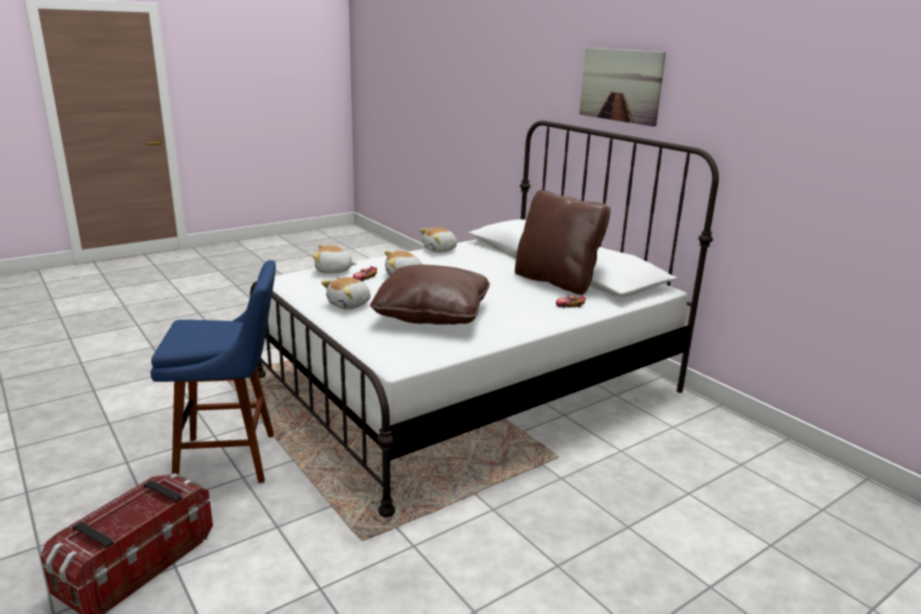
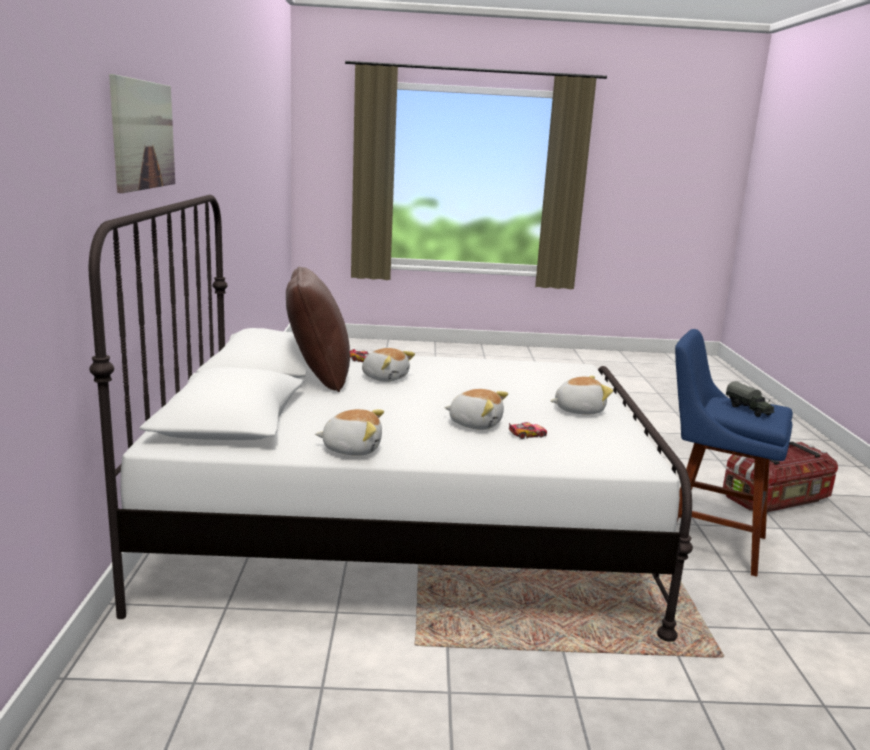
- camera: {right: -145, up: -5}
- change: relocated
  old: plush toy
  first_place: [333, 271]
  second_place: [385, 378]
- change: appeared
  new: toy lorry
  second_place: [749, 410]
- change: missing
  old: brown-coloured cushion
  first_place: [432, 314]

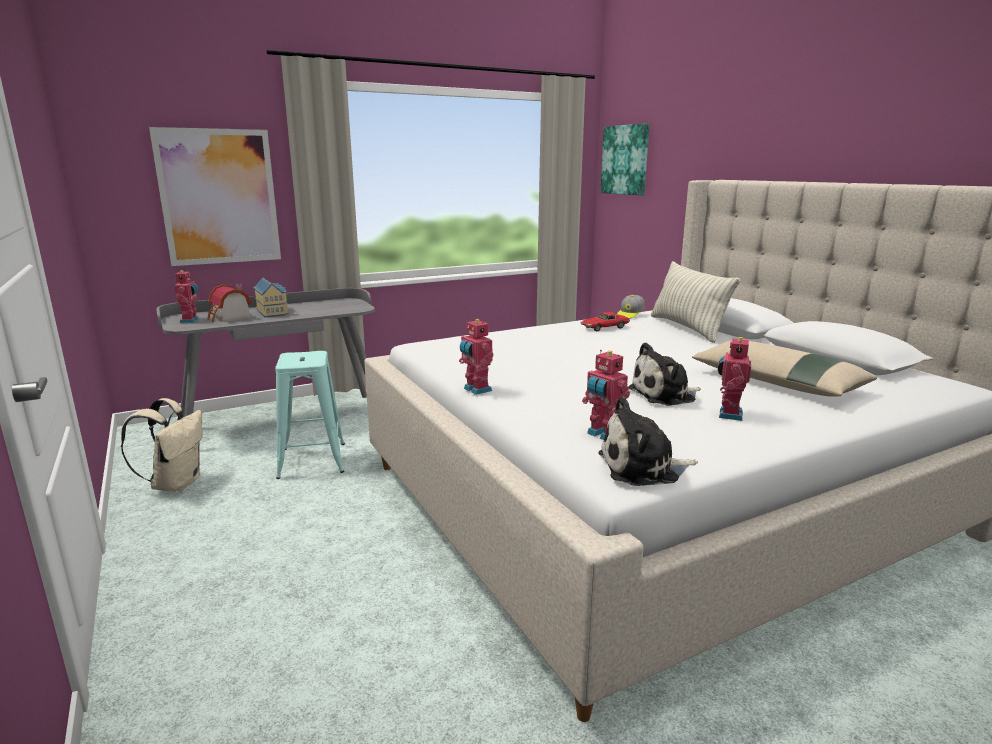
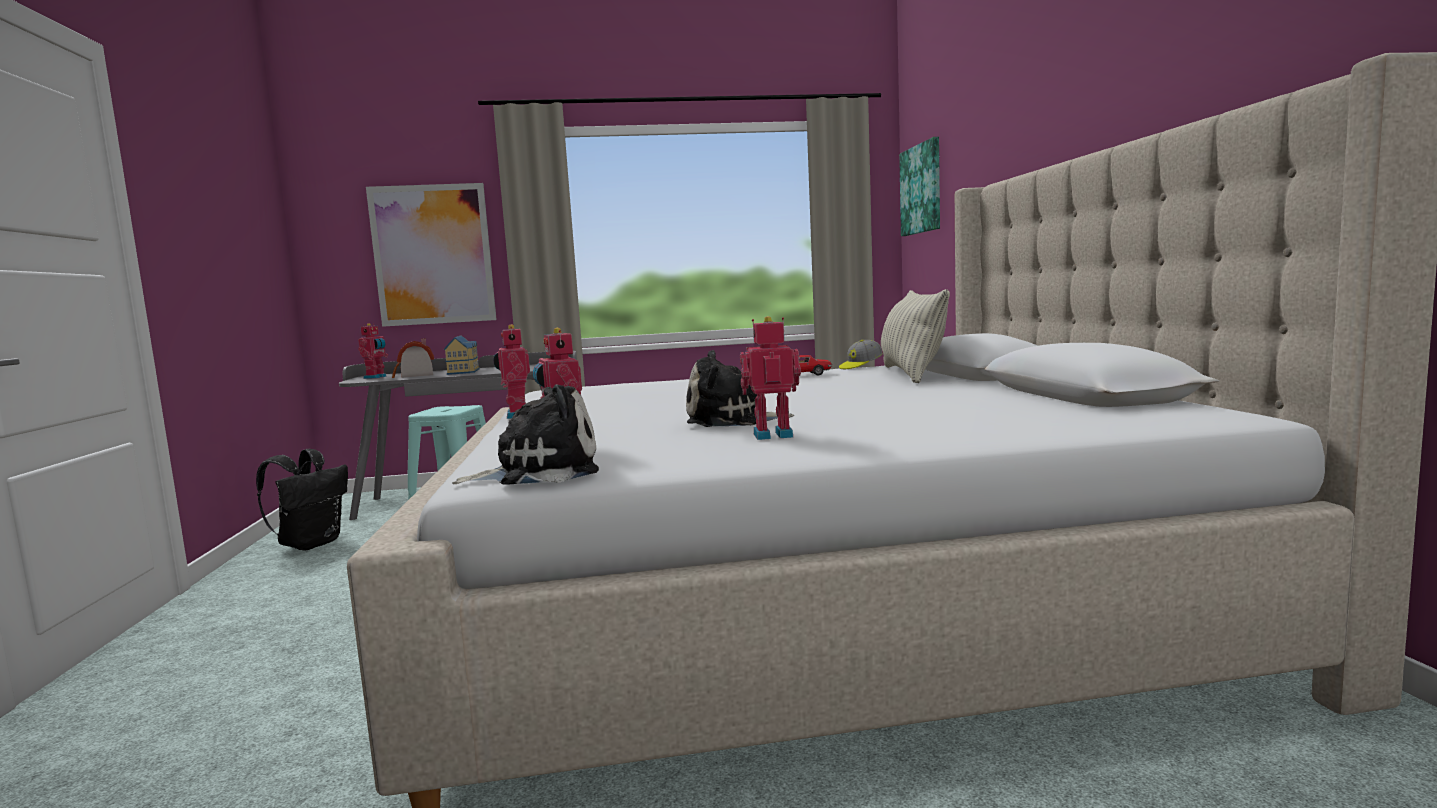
- camera: {right: 20, up: -10}
- change: colour
  old: sand-coloured rucksack
  new: black rucksack
  first_place: [176, 484]
  second_place: [311, 544]
- change: spun
  old: plush toy
  first_place: [643, 468]
  second_place: [540, 472]
  degrees: 150
- change: spun
  old: model robot
  first_place: [728, 414]
  second_place: [772, 435]
  degrees: 45
- change: missing
  old: sand-coloured cushion
  first_place: [777, 382]

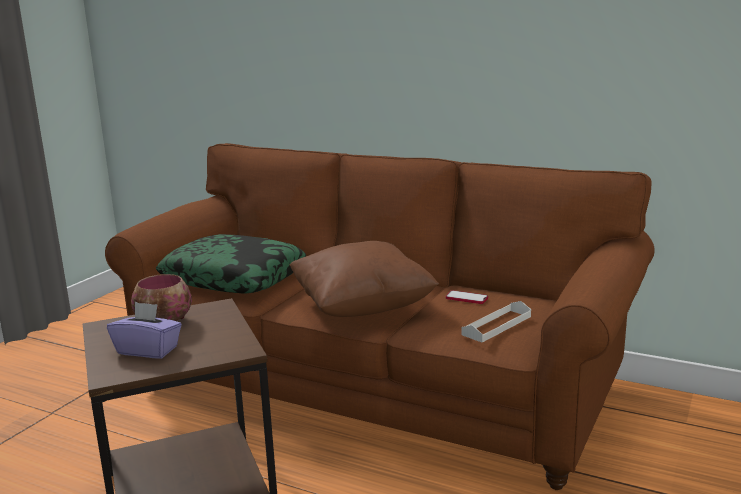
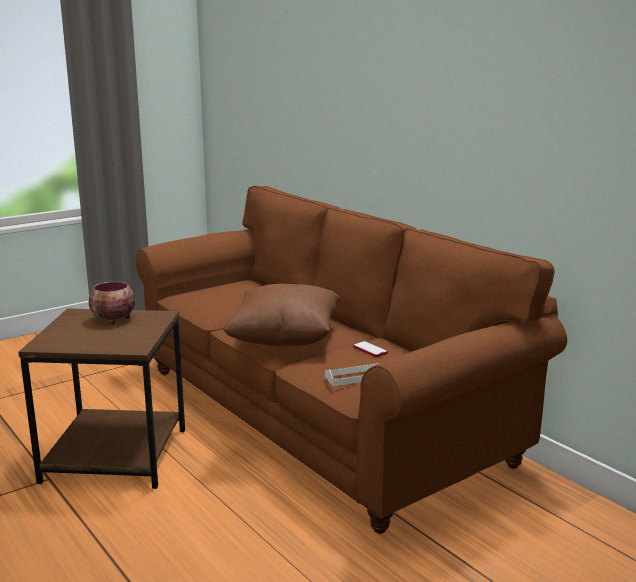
- camera: {right: 25, up: 0}
- change: missing
  old: purple box of tissues
  first_place: [148, 350]
- change: missing
  old: cushion
  first_place: [234, 277]

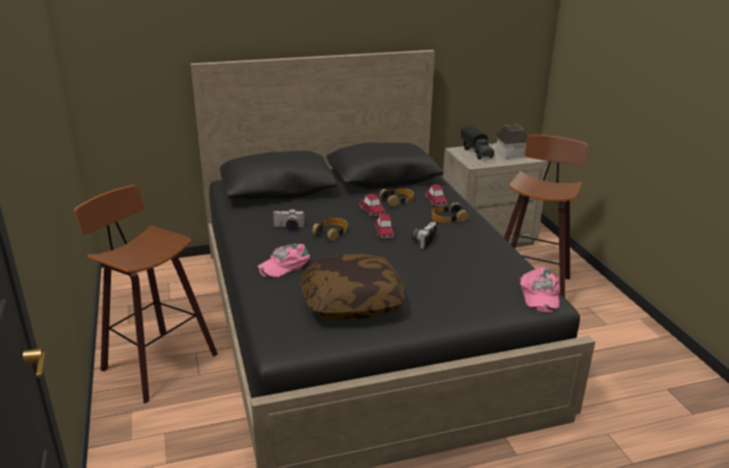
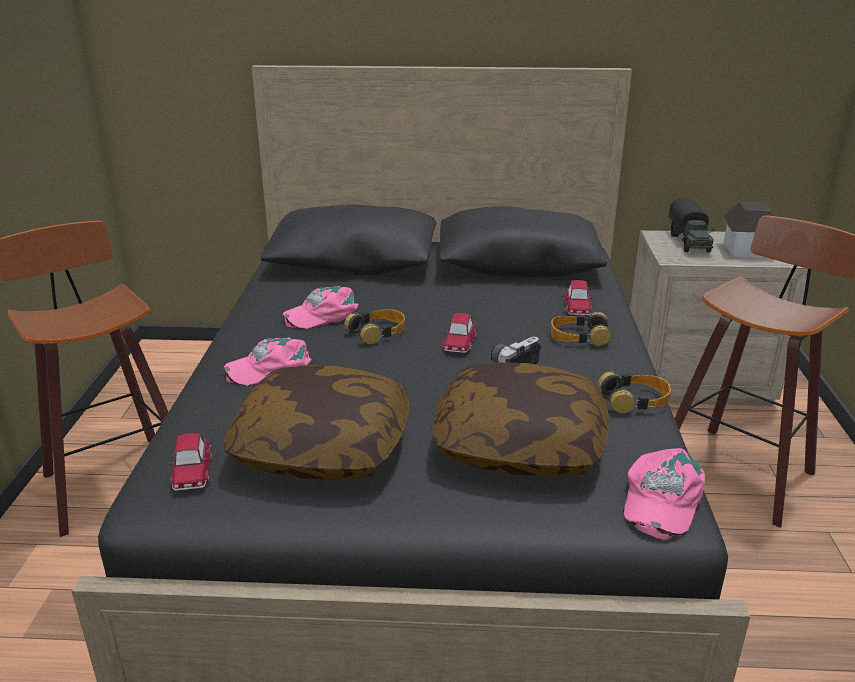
- camera: {right: 20, up: 0}
- change: relocated
  old: toy car
  first_place: [372, 211]
  second_place: [192, 472]
- change: exchanged
  old: still camera
  new: pink-coloured cap
  first_place: [288, 227]
  second_place: [322, 315]
- change: appeared
  new: cushion
  second_place: [519, 444]
- change: relocated
  old: pair of headphones
  first_place: [397, 201]
  second_place: [635, 400]

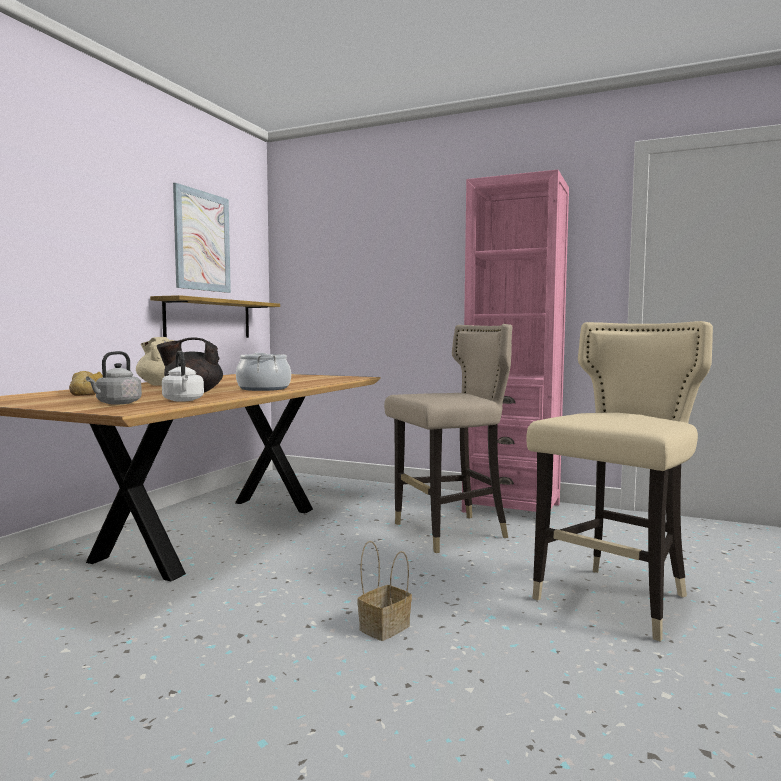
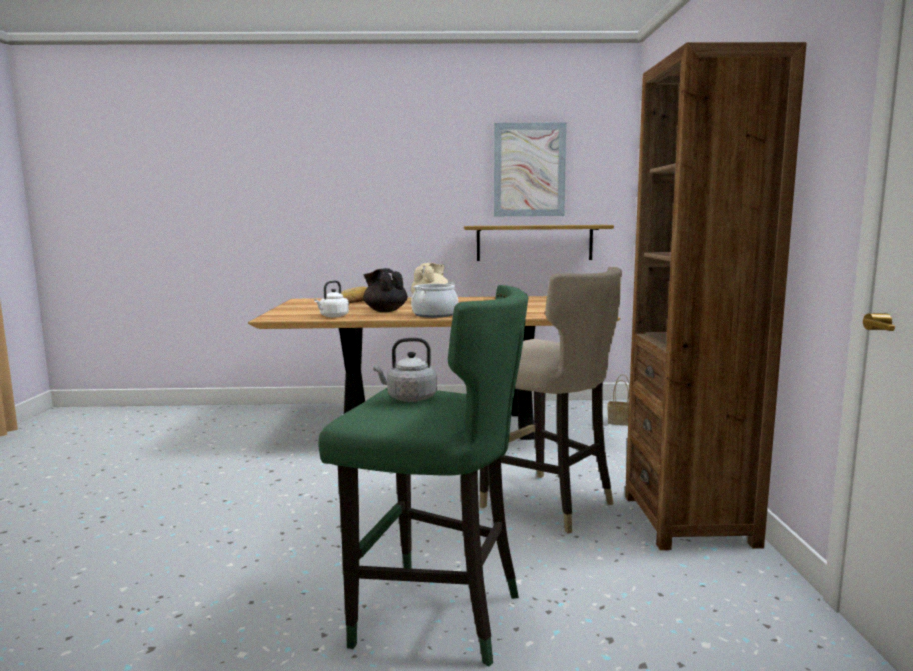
- camera: {right: 65, up: 5}
- change: colour
  old: sand-coloured stool seat
  new: greenish stool seat
  first_place: [615, 601]
  second_place: [435, 615]
- change: relocated
  old: gray kettle
  first_place: [117, 403]
  second_place: [408, 398]
- change: relocated
  old: basket
  first_place: [385, 627]
  second_place: [621, 422]
- change: colour
  old: pink-coloured bookcase
  new: brown-coloured bookcase
  first_place: [511, 507]
  second_place: [689, 520]

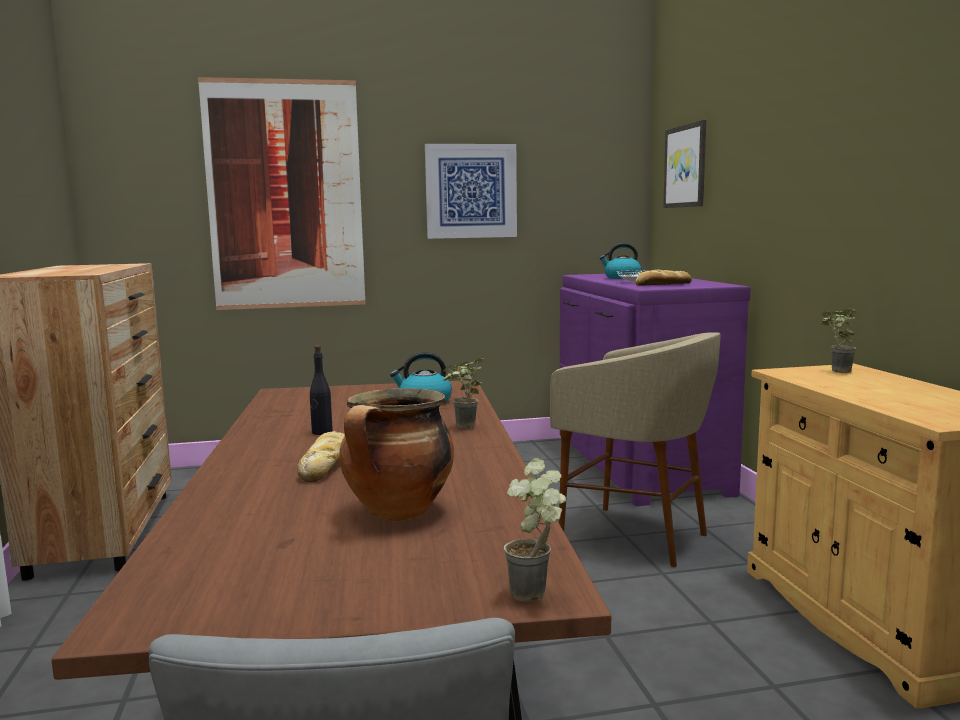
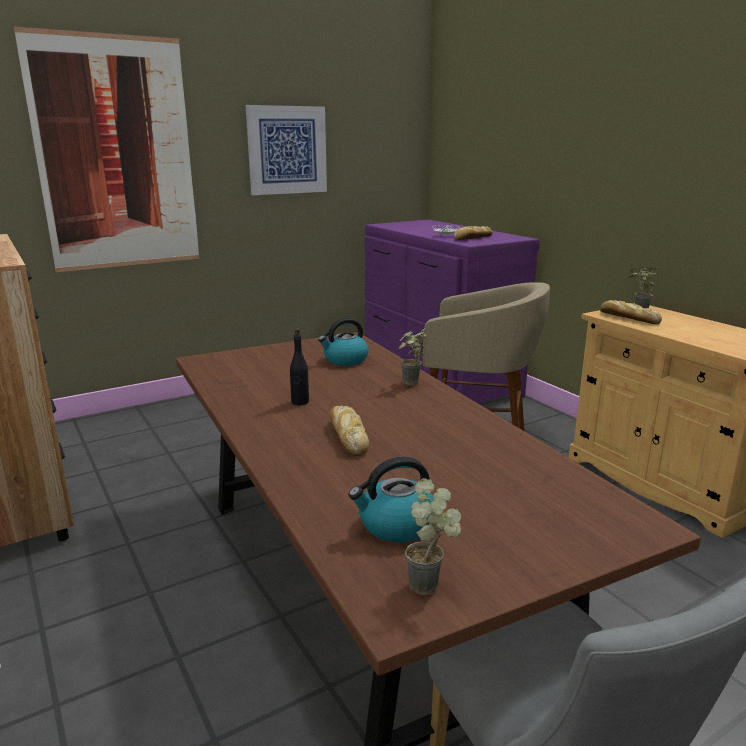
- camera: {right: -20, up: 10}
- change: relocated
  old: kettle
  first_place: [621, 278]
  second_place: [396, 525]
- change: relocated
  old: plant in a pot
  first_place: [538, 596]
  second_place: [432, 586]
- change: appeared
  new: bread
  second_place: [627, 318]
- change: missing
  old: stockpot
  first_place: [398, 513]
- change: missing
  old: picture
  first_place: [686, 166]

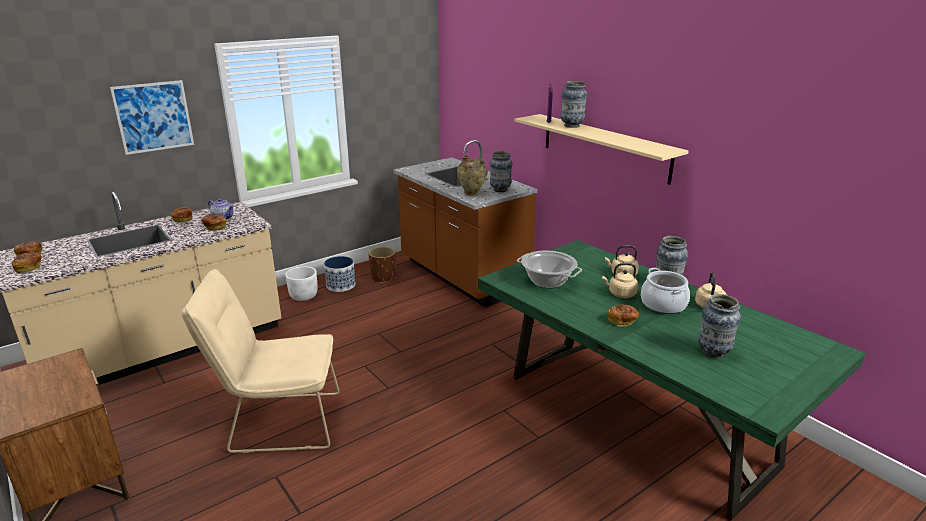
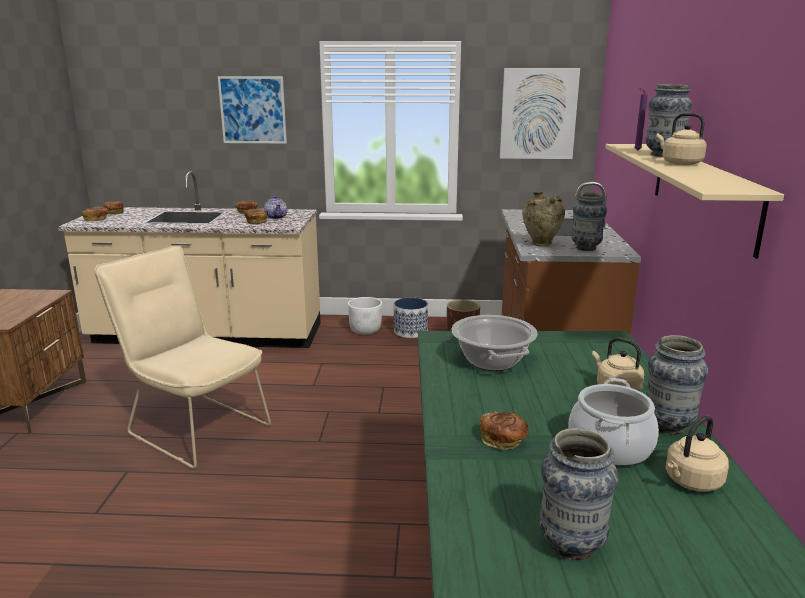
- camera: {right: 40, up: -5}
- change: appeared
  new: picture
  second_place: [538, 114]
- change: relocated
  old: sand-coloured kettle
  first_place: [620, 294]
  second_place: [679, 163]

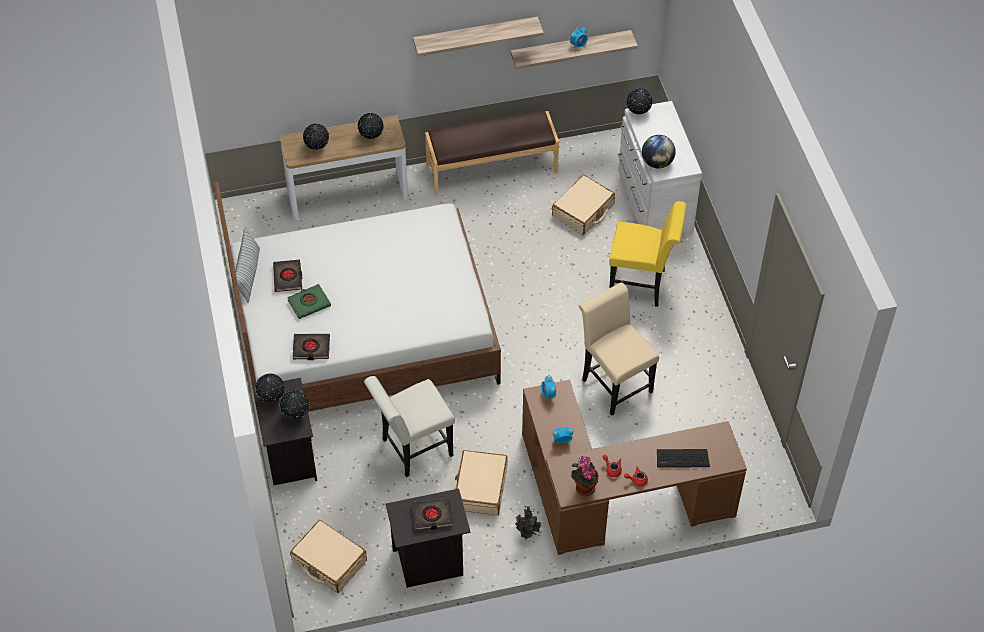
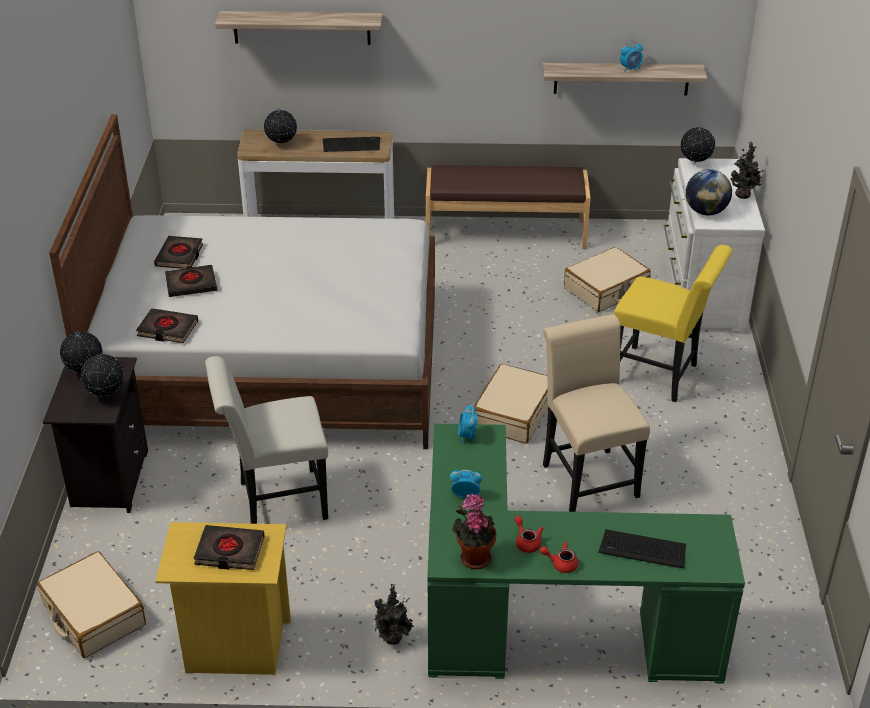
- camera: {right: 15, up: -15}
- change: colour
  old: black bedside table
  new: yellow-coloured bedside table
  first_place: [429, 563]
  second_place: [234, 647]
- change: colour
  old: greenish bound book
  new: black bound book
  first_place: [309, 303]
  second_place: [191, 284]
- change: relocated
  old: wall shelf
  first_place: [475, 36]
  second_place: [301, 27]
- change: exchanged
  old: world globe
  new: keyboard
  first_place: [371, 137]
  second_place: [351, 145]
- change: colour
  old: brown-coloured desk table
  new: greenish desk table
  first_place: [613, 498]
  second_place: [539, 618]
- change: relocated
  old: sand-coloured travel case
  first_place: [480, 488]
  second_place: [512, 413]
- change: appeared
  new: plant in a pot
  second_place: [743, 196]
- change: missing
  old: cushion
  first_place: [248, 274]

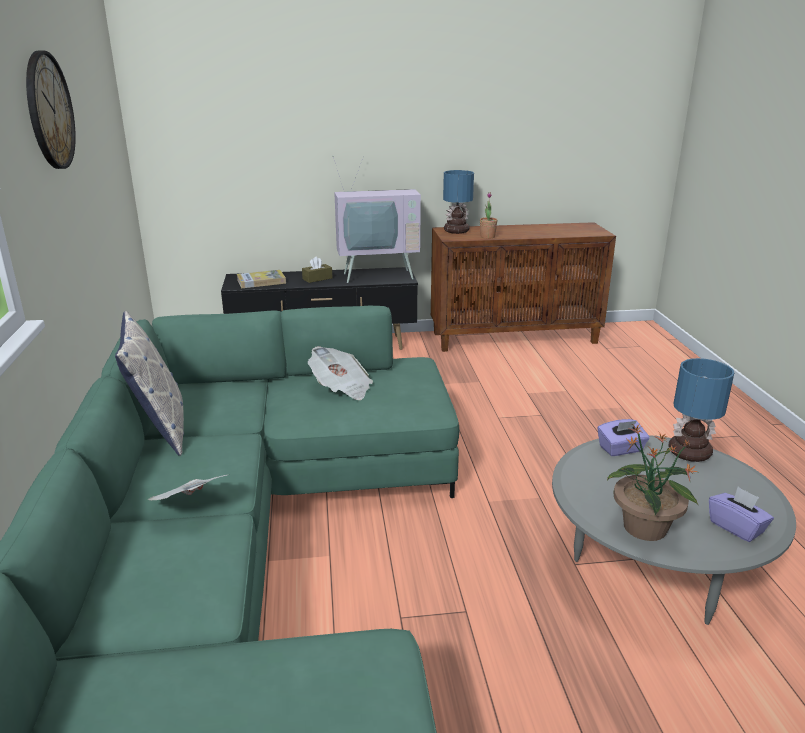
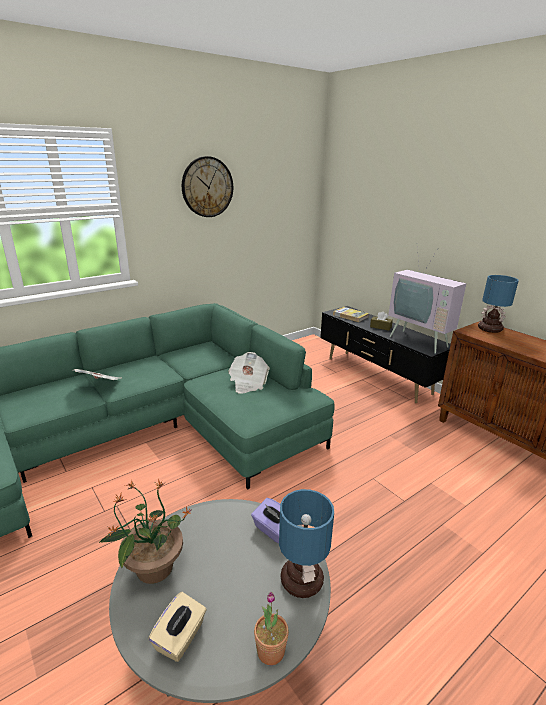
- camera: {right: 60, up: 0}
- change: colour
  old: purple box of tissues
  new: sand-coloured box of tissues
  first_place: [736, 527]
  second_place: [180, 637]
- change: relocated
  old: plant in a pot
  first_place: [487, 236]
  second_place: [270, 651]
- change: missing
  old: cushion
  first_place: [160, 429]

